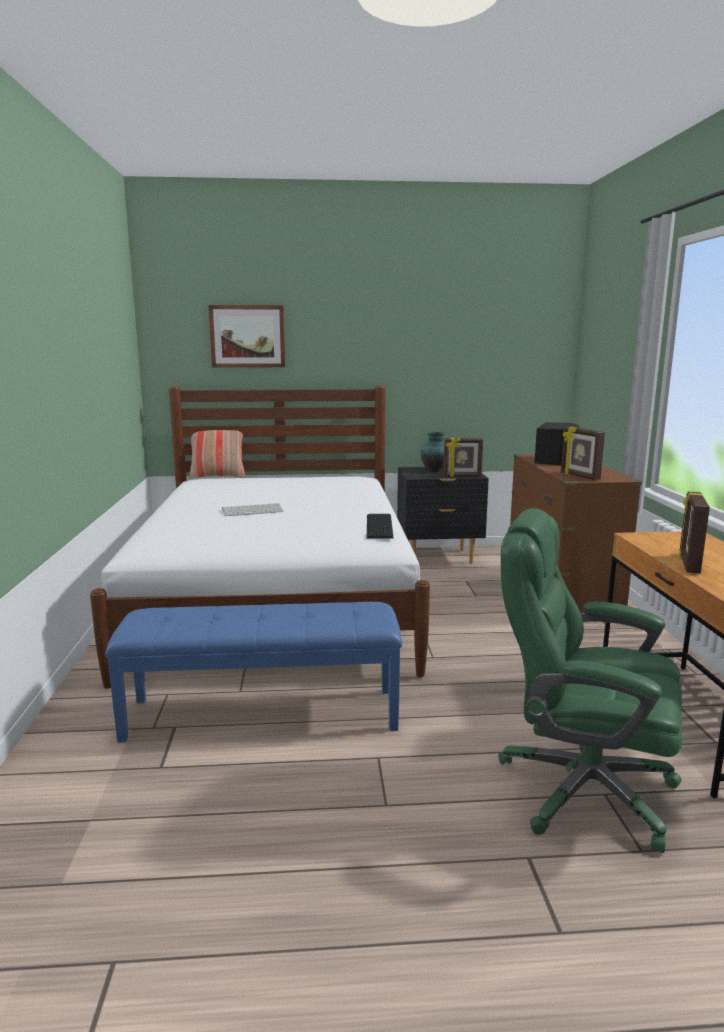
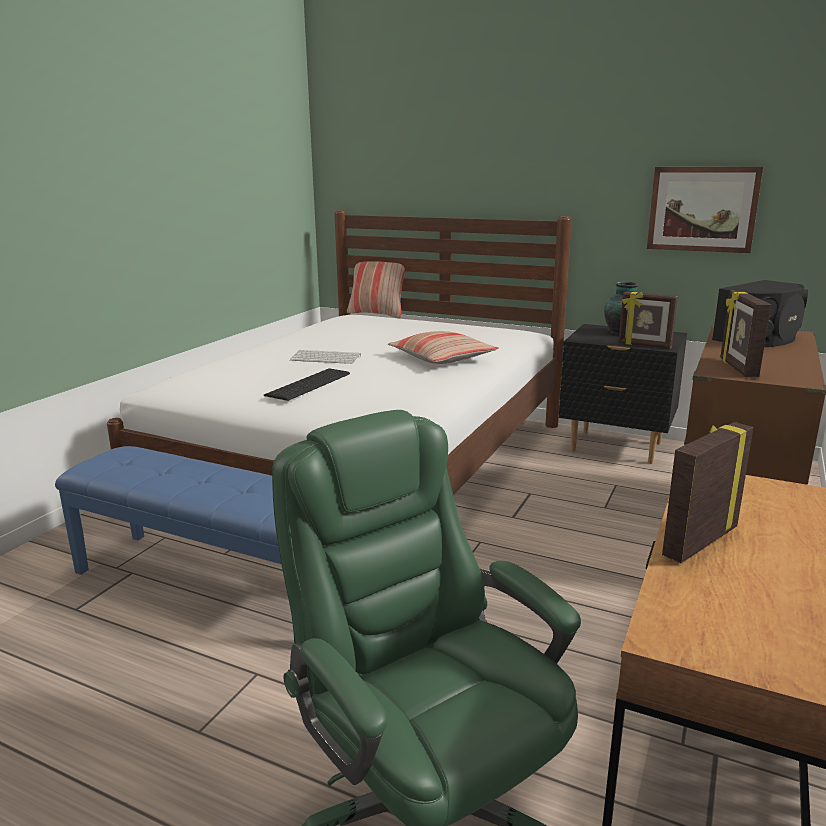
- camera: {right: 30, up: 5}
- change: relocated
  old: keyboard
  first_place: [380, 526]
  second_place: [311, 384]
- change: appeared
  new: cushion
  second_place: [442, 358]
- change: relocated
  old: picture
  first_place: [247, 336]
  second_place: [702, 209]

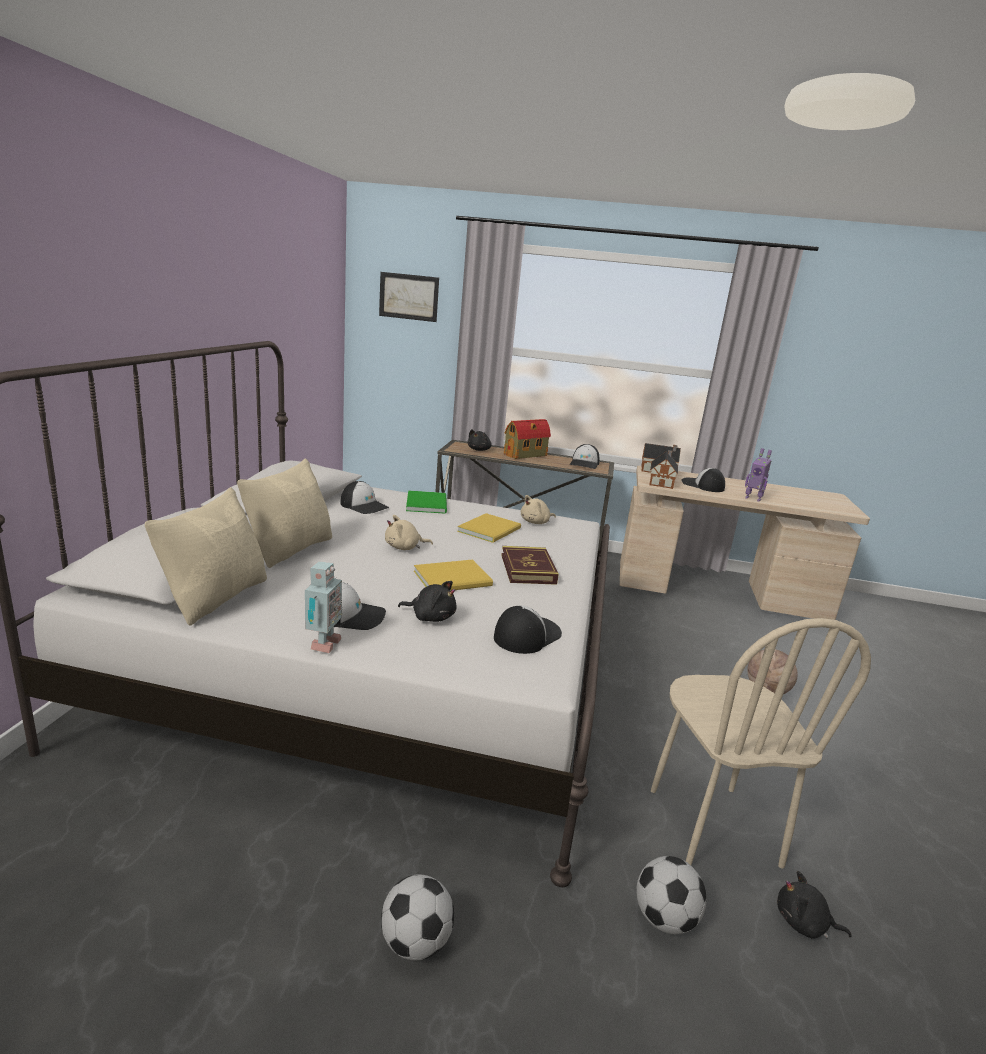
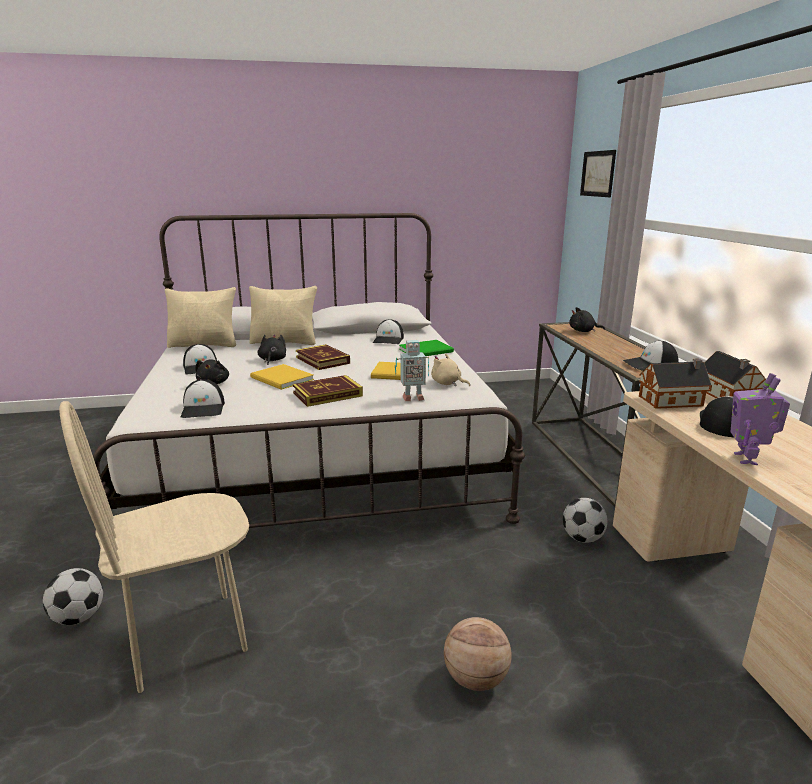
- camera: {right: 70, up: 0}
- change: spun
  old: cap
  first_place: [526, 635]
  second_place: [203, 409]
  degrees: 60
- change: relocated
  old: black plush toy
  first_place: [804, 923]
  second_place: [272, 360]
- change: exchanged
  old: sand-coloured plush toy
  new: bound book
  first_place: [404, 548]
  second_place: [322, 360]
- change: relocated
  old: model robot
  first_place: [322, 645]
  second_place: [412, 398]
- change: relocated
  old: football
  first_place: [415, 942]
  second_place: [582, 538]
- change: missing
  old: toy house
  first_place: [526, 455]

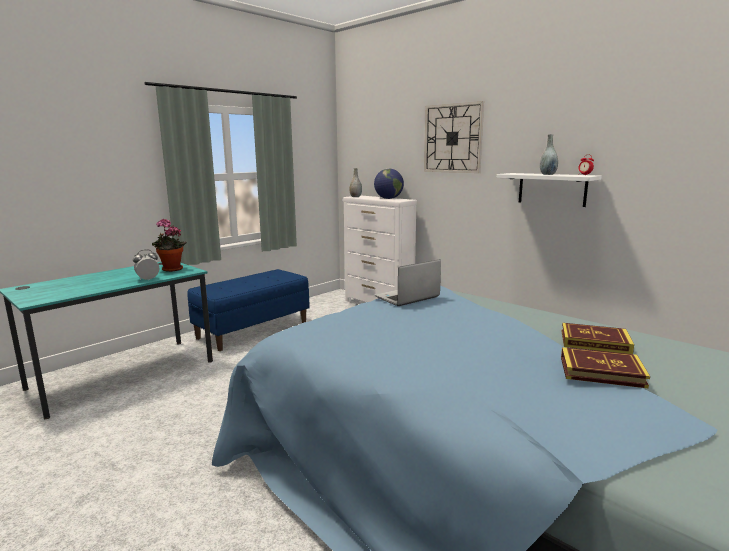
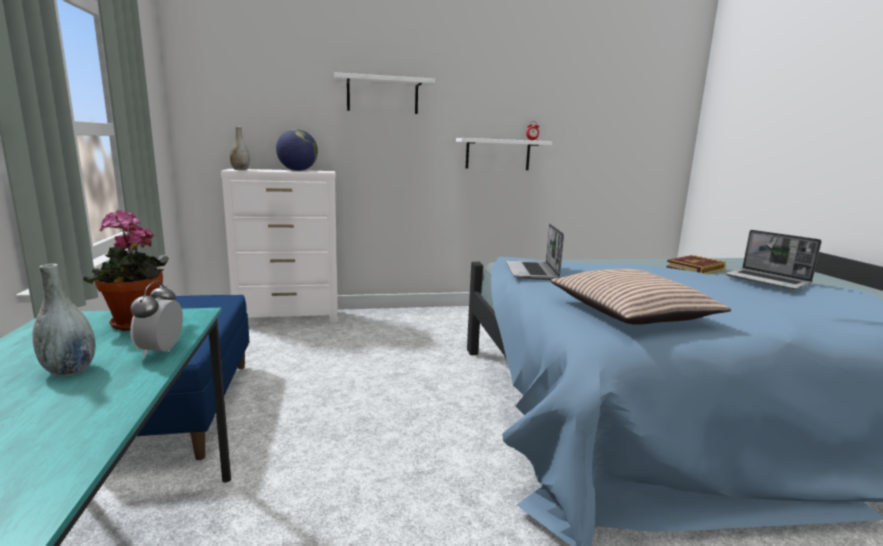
- camera: {right: -55, up: 0}
- change: relocated
  old: gray vase
  first_place: [547, 174]
  second_place: [69, 370]
- change: exchanged
  old: wall clock
  new: whitish wall shelf
  first_place: [453, 138]
  second_place: [382, 96]
- change: appeared
  new: cushion
  second_place: [631, 312]
- change: exchanged
  old: bound book
  new: notebook computer
  first_place: [601, 372]
  second_place: [768, 280]

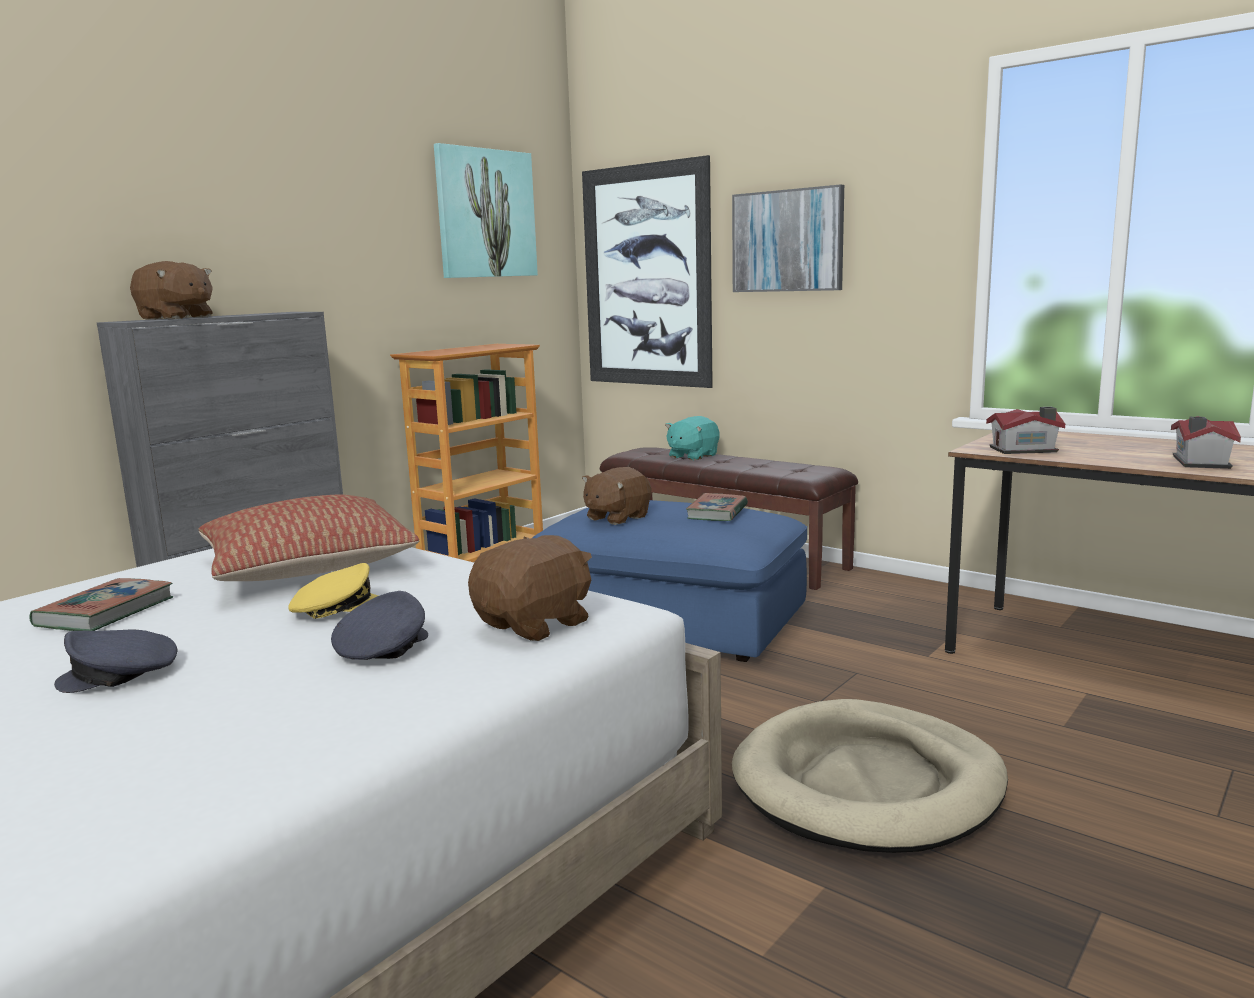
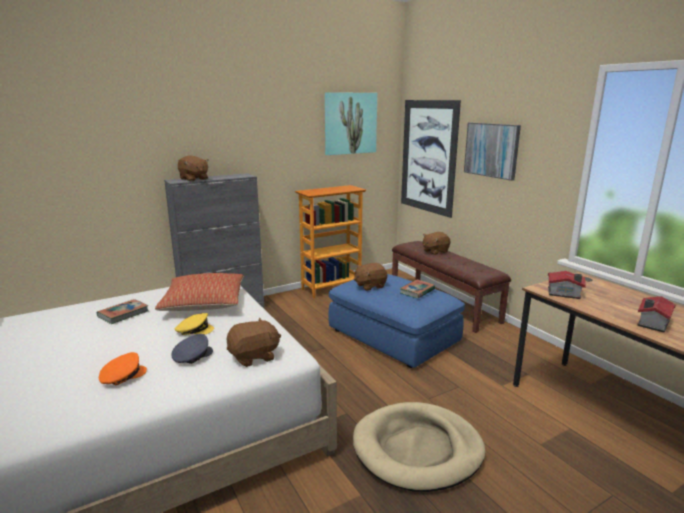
- camera: {right: 20, up: 5}
- change: appeared
  new: orange-coloured cap
  second_place: [122, 376]
- change: colour
  old: blue-green plush toy
  new: brown-coloured plush toy
  first_place: [692, 456]
  second_place: [435, 251]
- change: missing
  old: gray cap
  first_place: [120, 675]

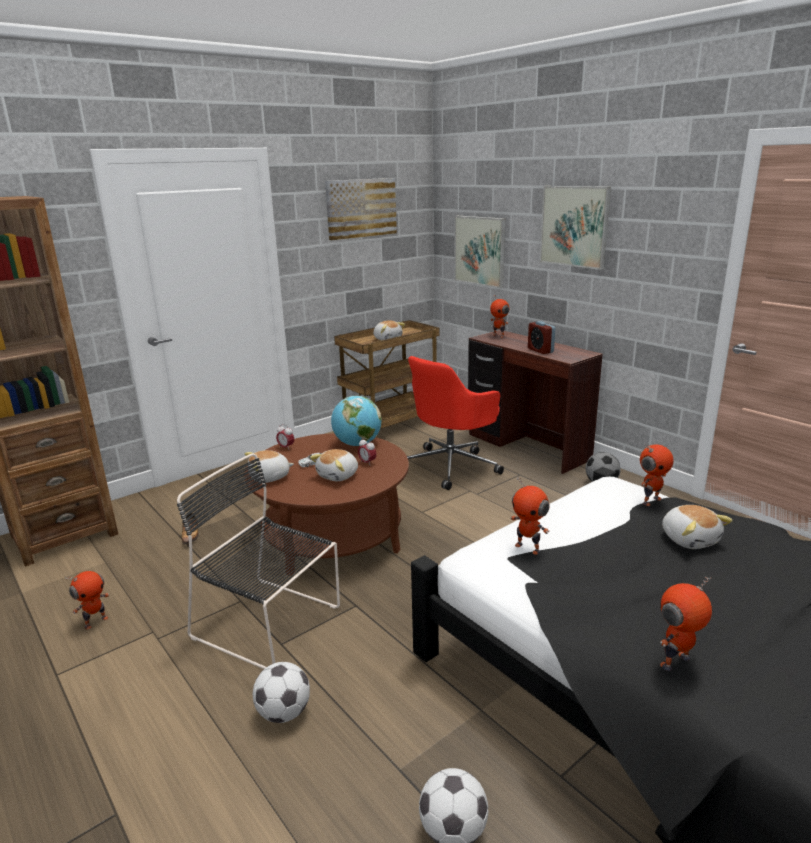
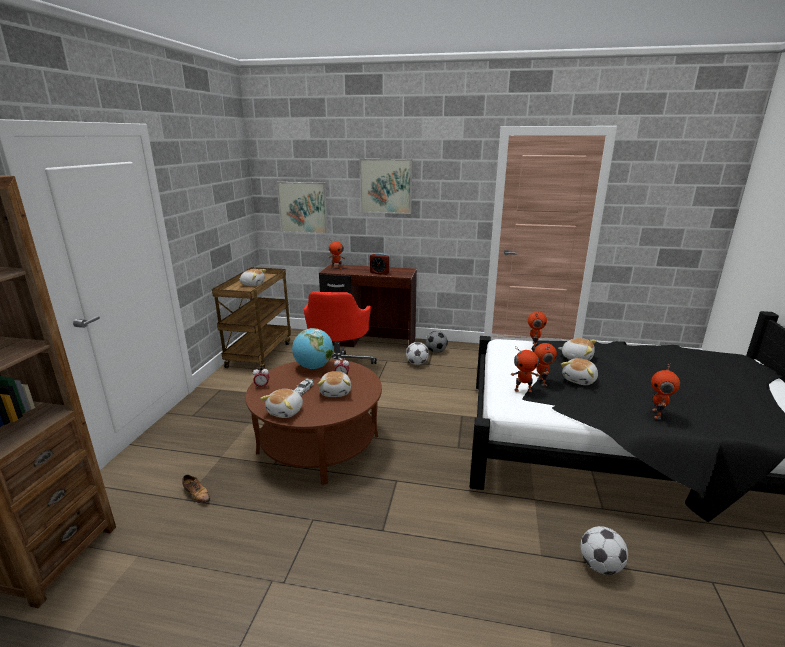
- camera: {right: -40, up: 0}
- change: relocated
  old: football
  first_place: [284, 713]
  second_place: [417, 363]
- change: relocated
  old: model robot
  first_place: [96, 621]
  second_place: [541, 382]
- change: appeared
  new: plush toy
  second_place: [580, 380]
- change: missing
  old: black chair
  first_place: [270, 624]
- change: missing
  old: picture
  first_place: [361, 208]

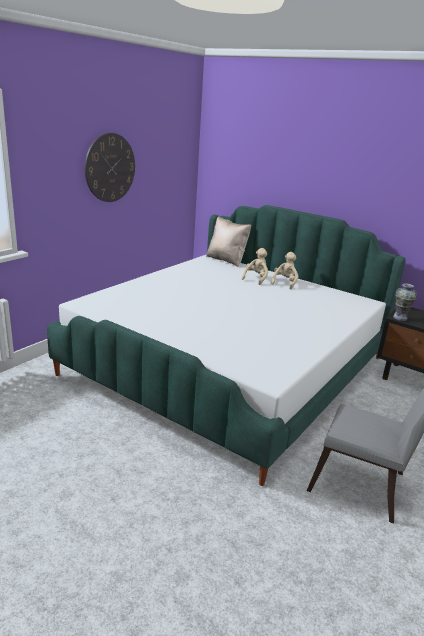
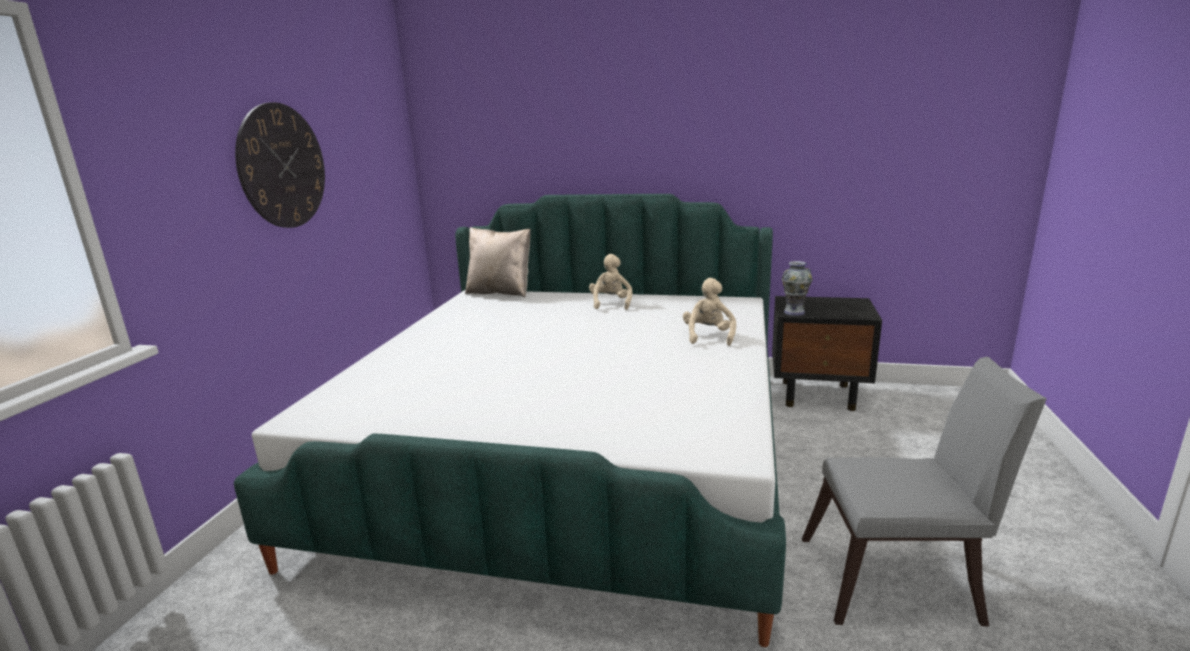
- camera: {right: -20, up: -5}
- change: relocated
  old: sand-coloured plush toy
  first_place: [256, 279]
  second_place: [708, 336]

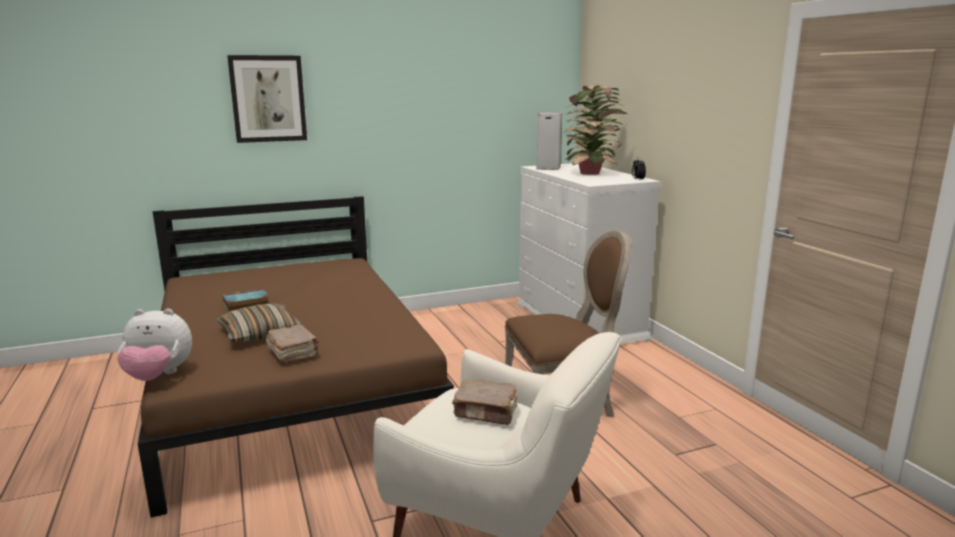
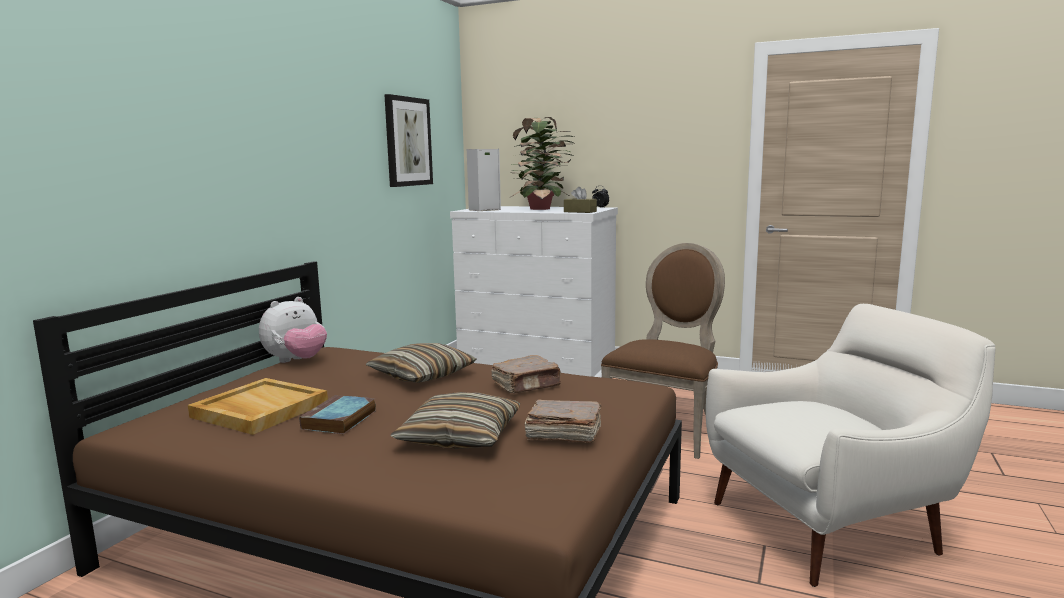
- camera: {right: -45, up: -5}
- change: appeared
  new: sand-coloured serving tray
  second_place: [259, 410]
- change: relocated
  old: plush toy
  first_place: [159, 376]
  second_place: [296, 361]
- change: appeared
  new: cushion
  second_place: [422, 375]
- change: relocated
  old: picture
  first_place: [268, 99]
  second_place: [407, 141]
- change: relocated
  old: brown-coloured bound book
  first_place: [486, 413]
  second_place: [527, 386]
- change: appeared
  new: brown-coloured box of tissues
  second_place: [580, 212]

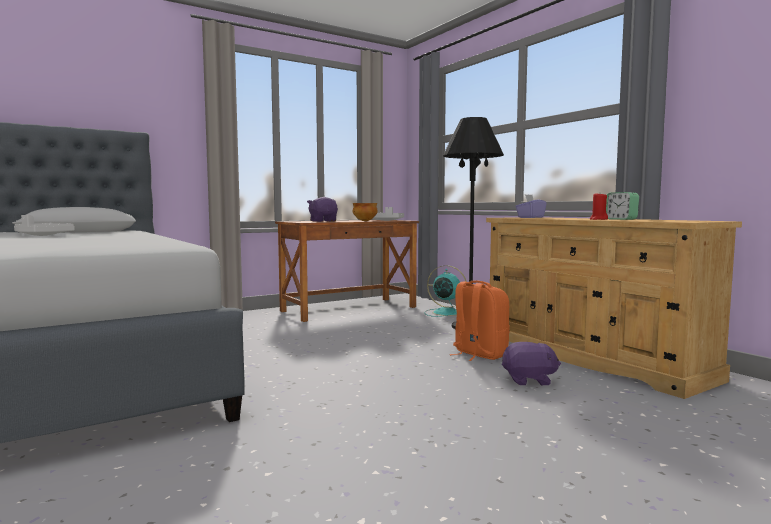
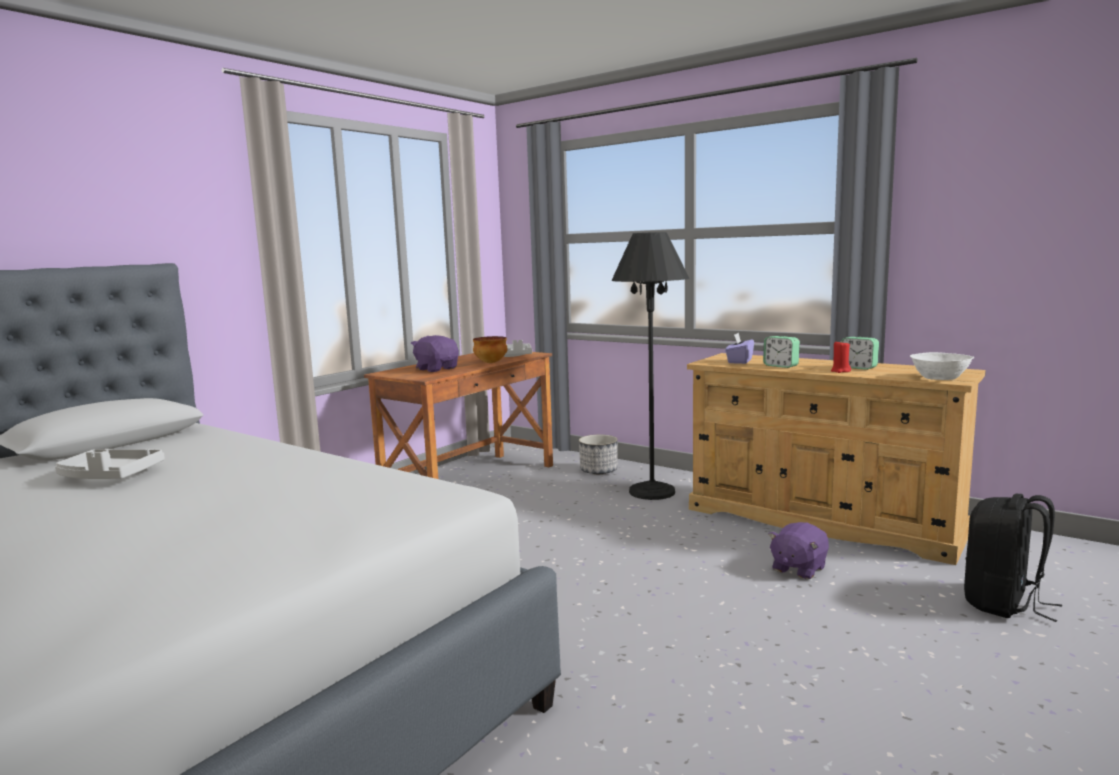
- camera: {right: -20, up: 5}
- change: exchanged
  old: blue-green cooling fan
  new: flower pot
  first_place: [445, 313]
  second_place: [598, 471]
- change: appeared
  new: bedside clock
  second_place: [780, 366]
- change: spun
  old: purple plush toy
  first_place: [529, 380]
  second_place: [798, 568]
  degrees: 150
- change: appeared
  new: whitish deep dish
  second_place: [939, 378]
- change: appeared
  new: black rucksack
  second_place: [1003, 603]
- change: missing
  old: orange-coloured rucksack
  first_place: [478, 354]

